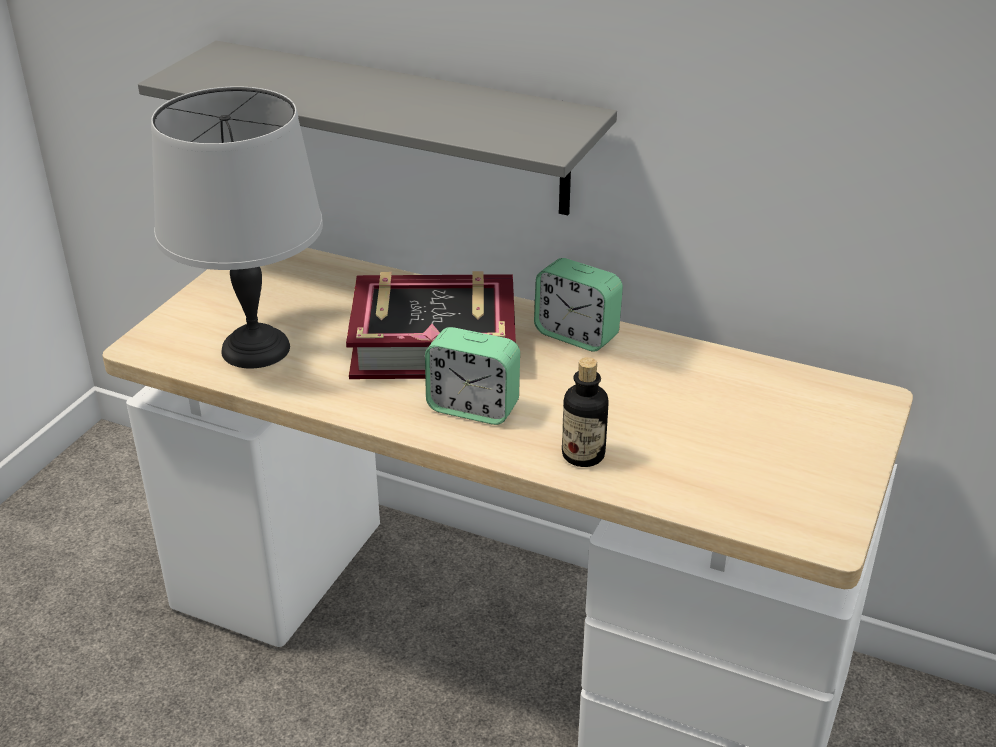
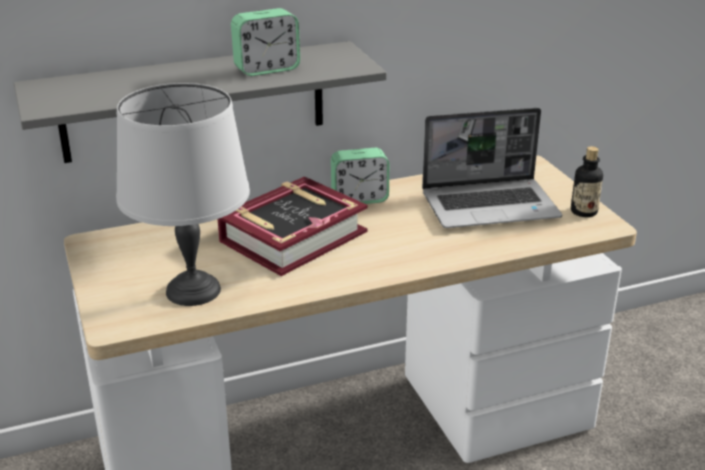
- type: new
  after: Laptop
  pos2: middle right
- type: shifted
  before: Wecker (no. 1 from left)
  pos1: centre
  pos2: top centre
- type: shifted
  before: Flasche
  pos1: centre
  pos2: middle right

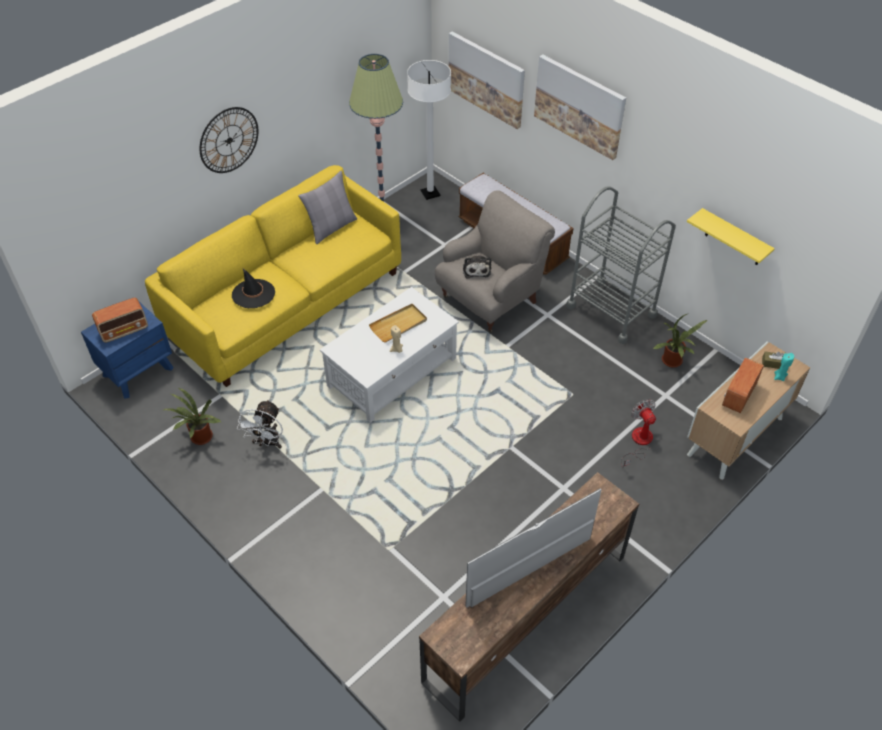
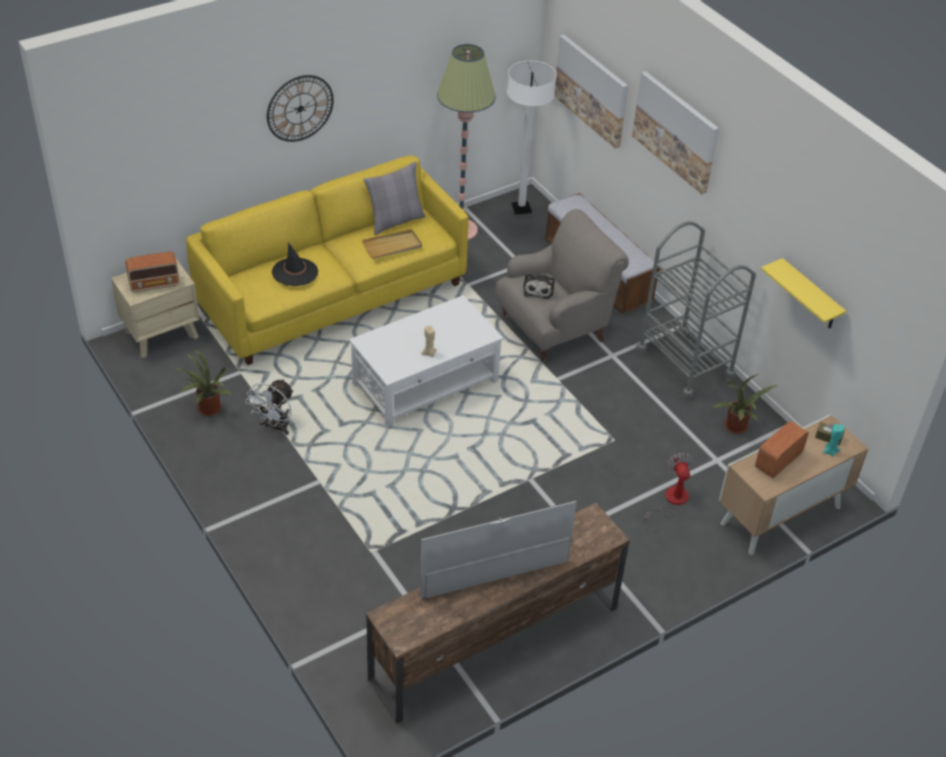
- type: shifted
  before: Tablett [beige]
  pos1: centre
  pos2: top centre
- type: repainted
  before: Nachttisch [blau]
  after: Nachttisch [beige]
  pos1: middle left
  pos2: middle left

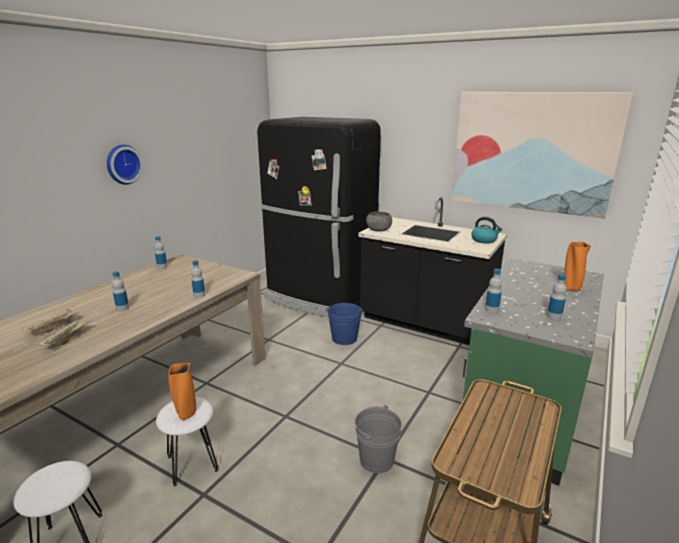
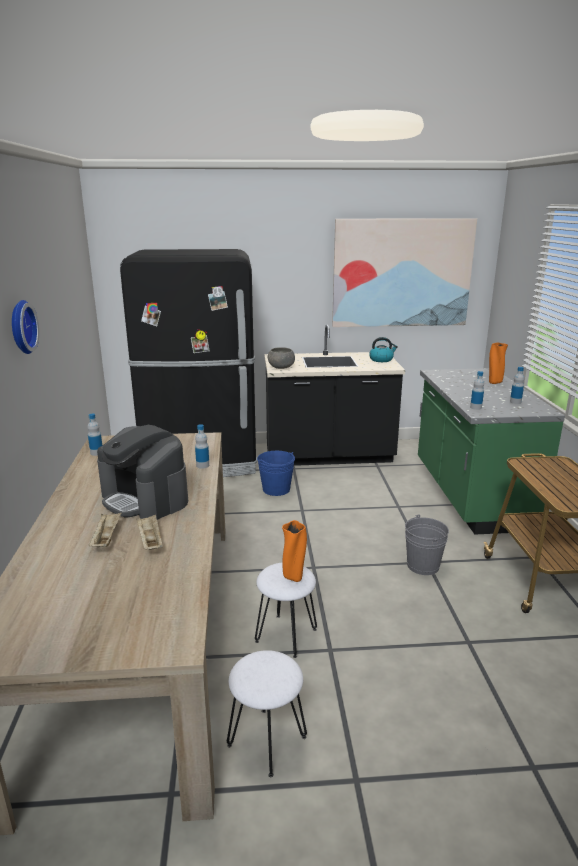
- type: swapped
  before: Flasche (no. 1 from left)
  after: Kaffeemaschine
  pos1: middle left
  pos2: middle left

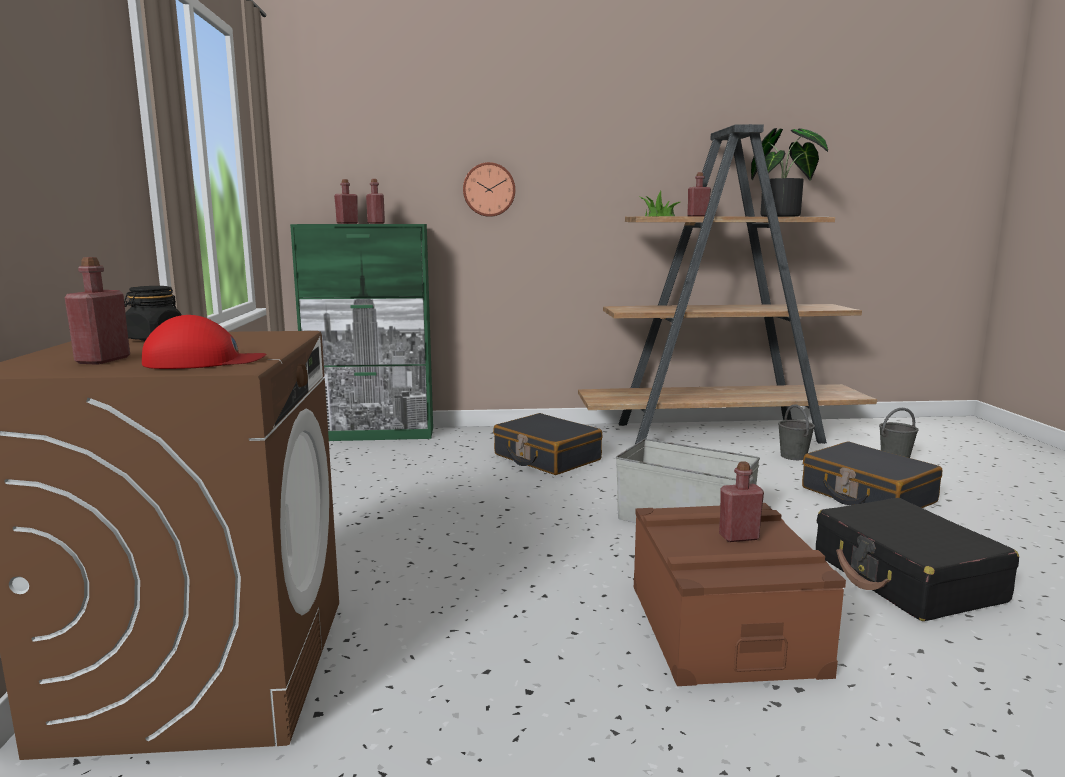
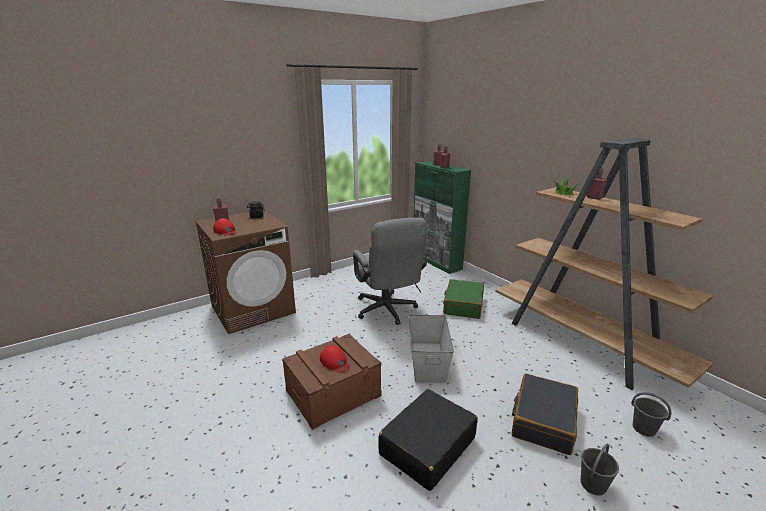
- type: gone
  before: Wanduhr
  pos1: top centre
- type: gone
  before: Topfpflanze (no. 2 from left)
  pos1: top right
- type: new
  after: Bürostuhl [grau]
  pos2: centre
- type: shifted
  before: Eimer [grau] (no. 1 from left)
  pos1: middle right
  pos2: bottom right
- type: swapped
  before: Flasche [rot] (no. 5 from left)
  after: Kappe [rot] (no. 2 from left)
  pos1: middle right
  pos2: bottom centre
- type: repainted
  before: Koffer [schwarz] (no. 1 from left)
  after: Koffer [grün]
  pos1: centre
  pos2: centre

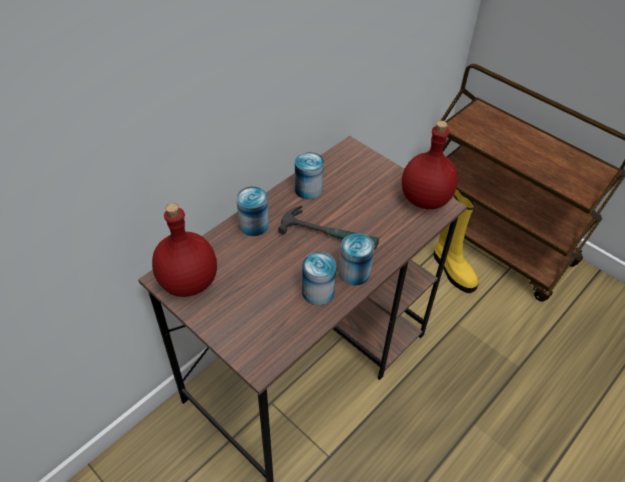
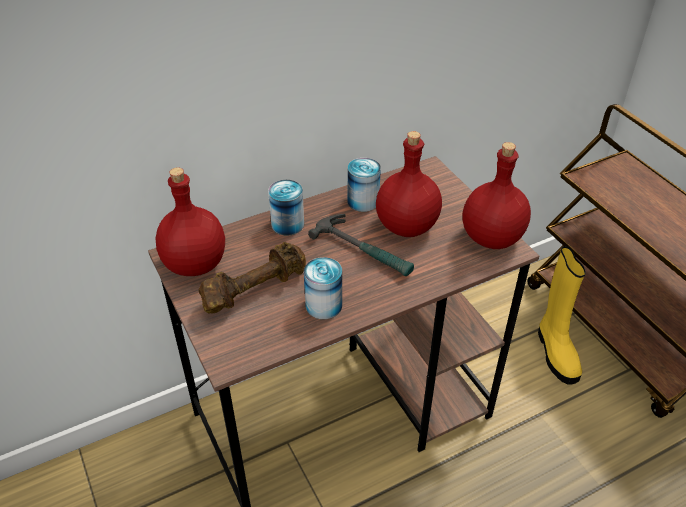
- type: gone
  before: Dose (no. 4 from left)
  pos1: centre
- type: new
  after: Hantel [braun]
  pos2: centre
- type: new
  after: Flasche [rot] (no. 2 from left)
  pos2: centre

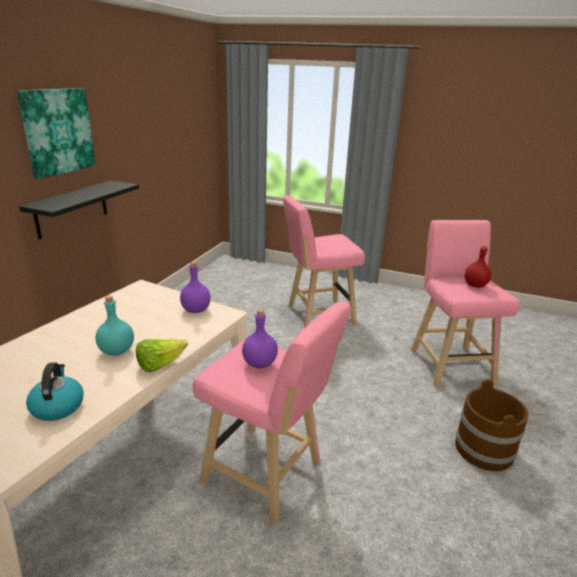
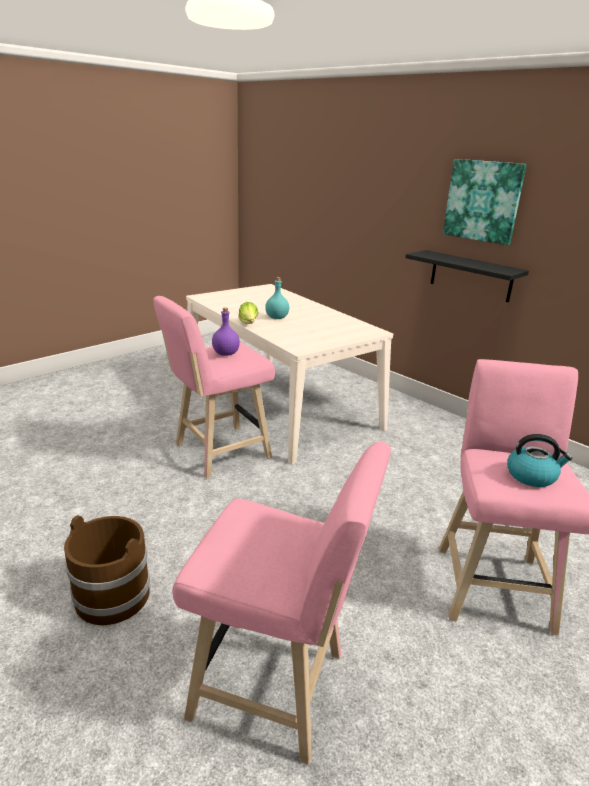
- type: gone
  before: Flasche [lila] (no. 1 from left)
  pos1: centre
- type: gone
  before: Flasche [rot]
  pos1: middle right
- type: shifted
  before: Wasserkessel
  pos1: bottom left
  pos2: middle right

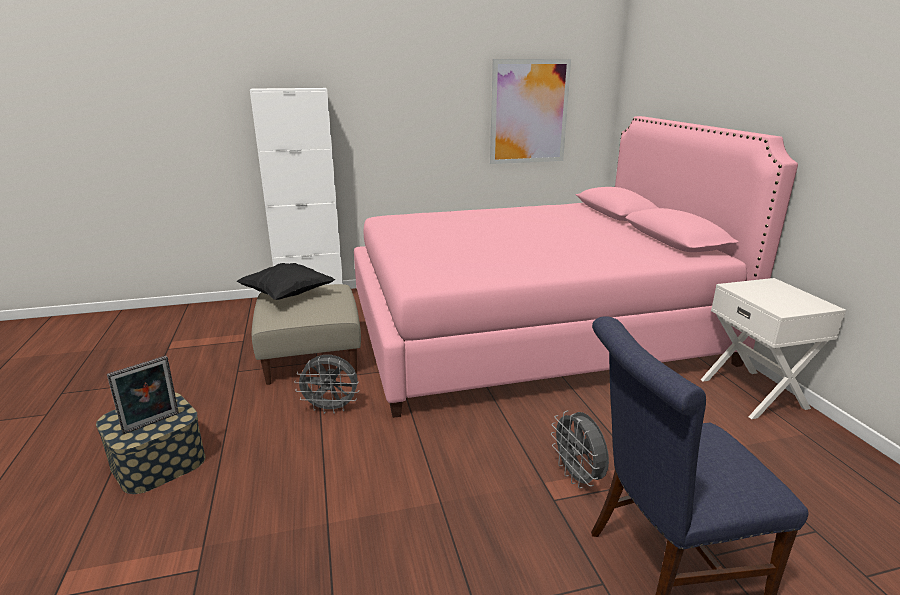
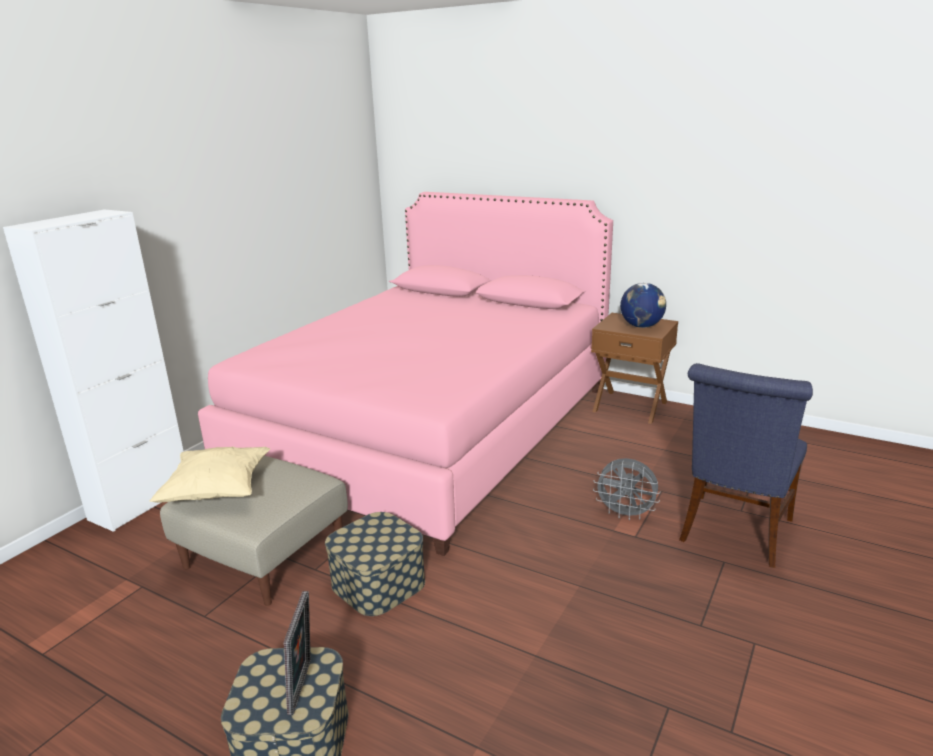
- type: gone
  before: Bild
  pos1: top centre
- type: new
  after: Globus
  pos2: middle right
- type: swapped
  before: Ventilator [grau] (no. 1 from left)
  after: Aufbewahrungsbox (no. 2 from left)
  pos1: centre
  pos2: bottom centre
- type: repainted
  before: Kissen [schwarz]
  after: Kissen [beige]
  pos1: middle left
  pos2: middle left
- type: repainted
  before: Nachttisch [weiß]
  after: Nachttisch [braun]
  pos1: middle right
  pos2: middle right

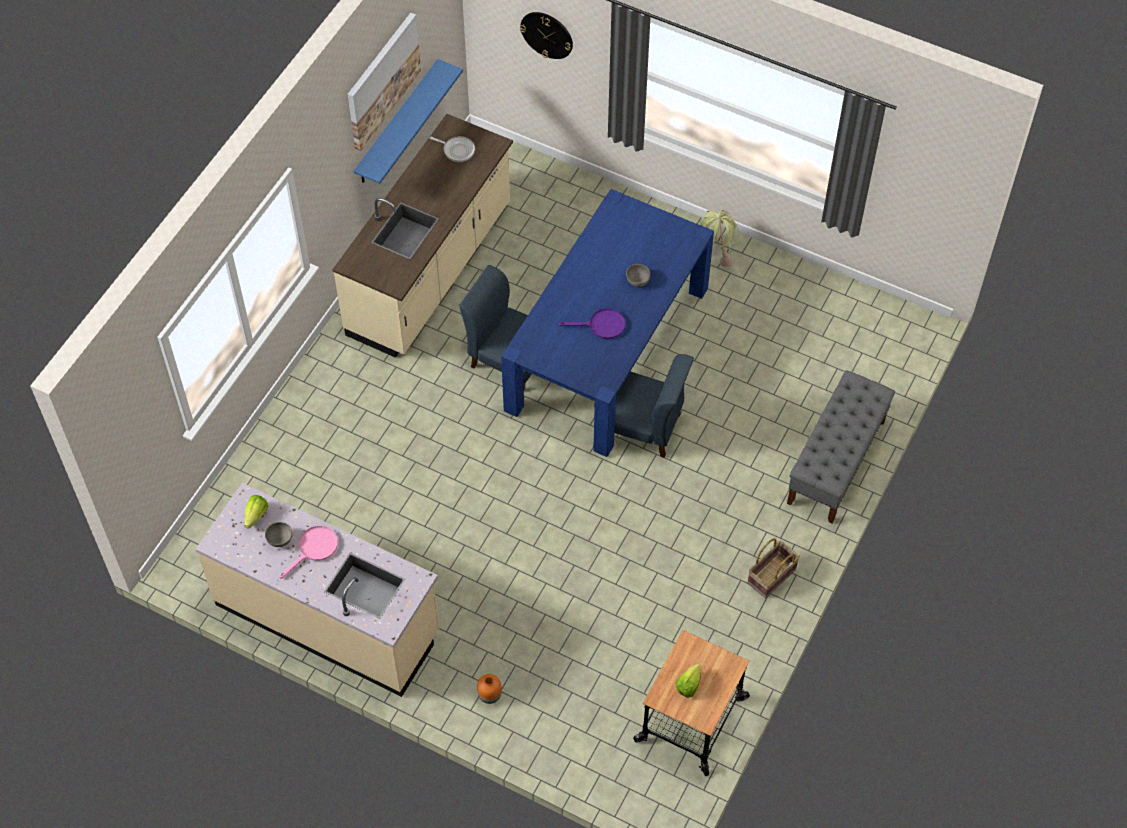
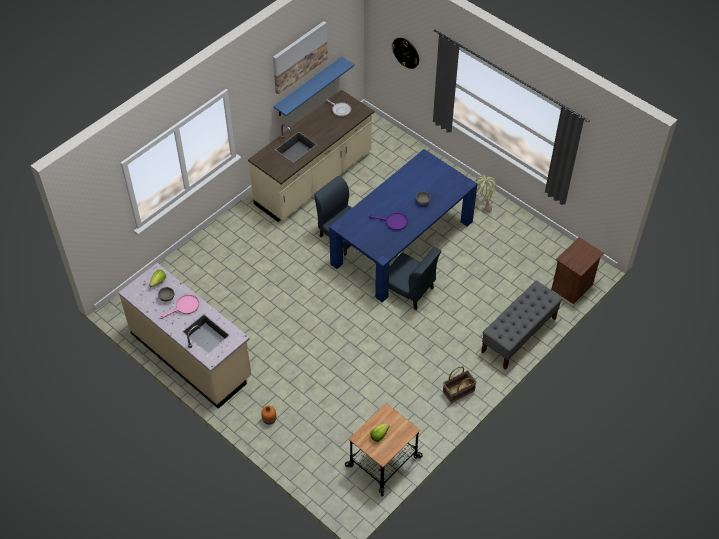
- type: new
  after: Nachttisch [braun]
  pos2: middle right

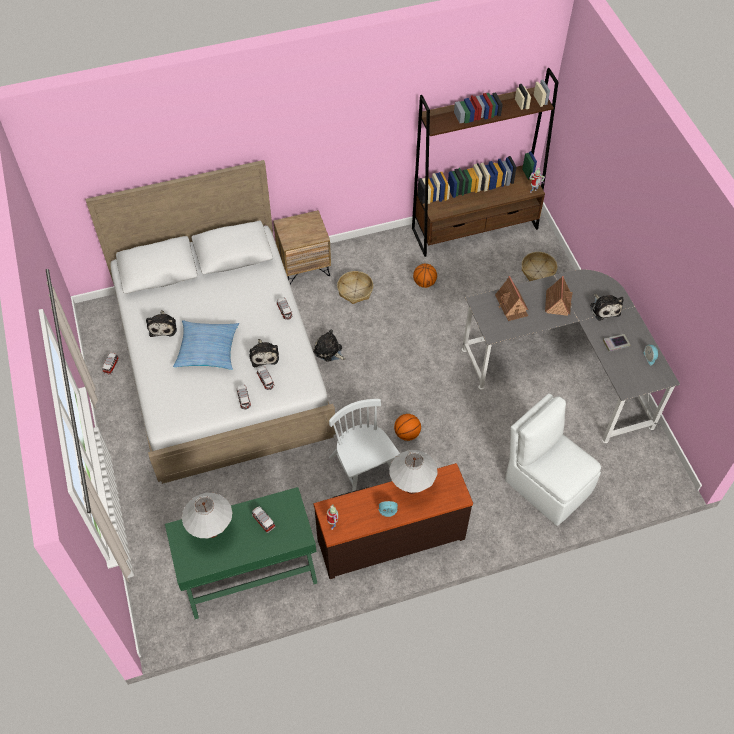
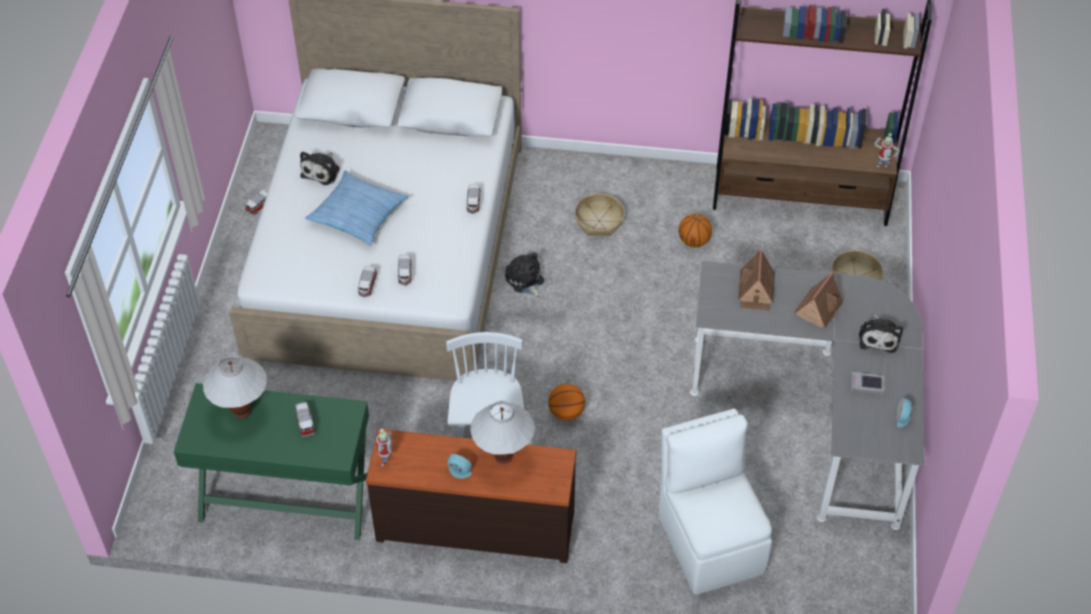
- type: gone
  before: Plüschtier (no. 2 from left)
  pos1: centre
- type: gone
  before: Nachttisch [braun]
  pos1: centre

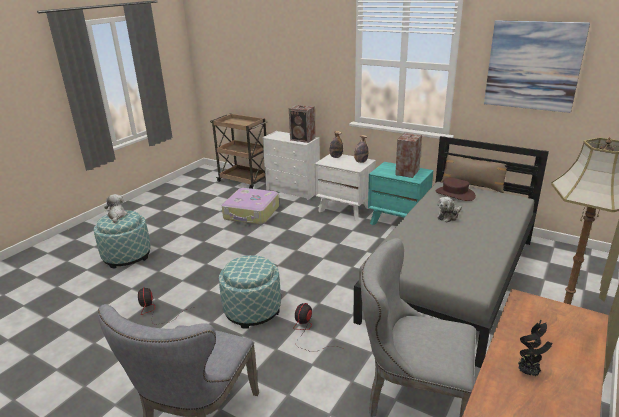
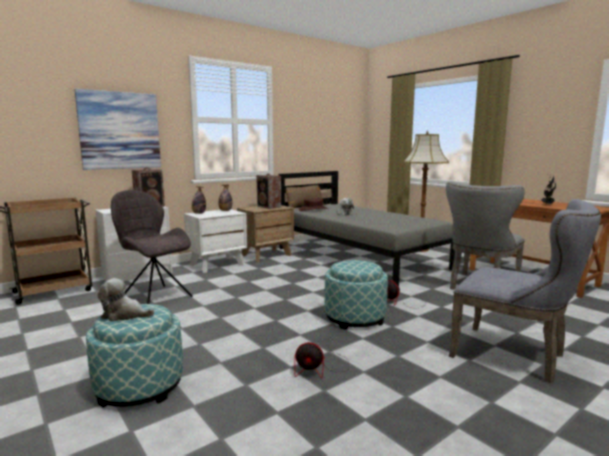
- type: shifted
  before: Bild
  pos1: top right
  pos2: top left
- type: swapped
  before: Koffer
  after: Stuhl [grau] (no. 1 from left)
  pos1: centre
  pos2: middle left
- type: repainted
  before: Nachttisch [türkis]
  after: Nachttisch [braun]
  pos1: centre
  pos2: centre

